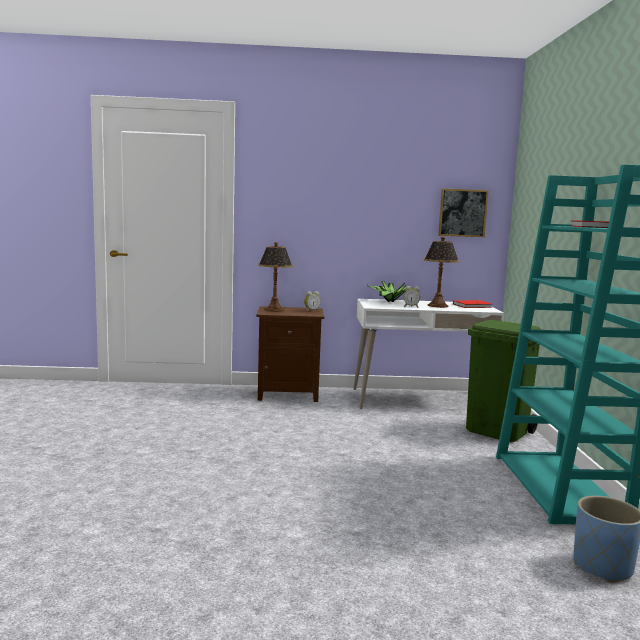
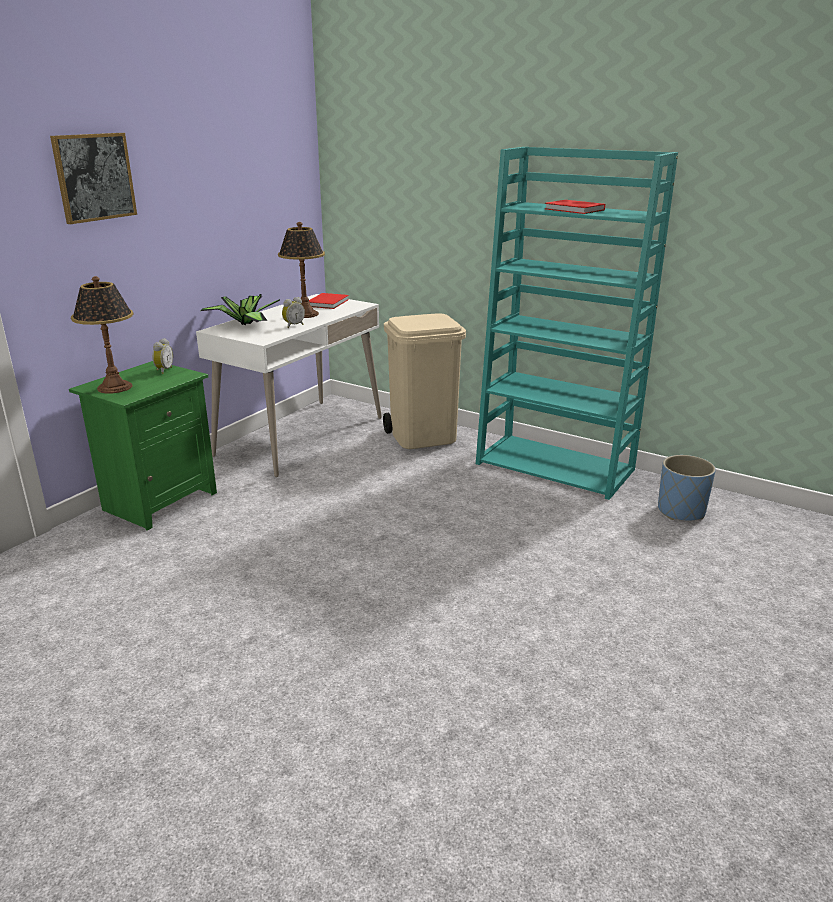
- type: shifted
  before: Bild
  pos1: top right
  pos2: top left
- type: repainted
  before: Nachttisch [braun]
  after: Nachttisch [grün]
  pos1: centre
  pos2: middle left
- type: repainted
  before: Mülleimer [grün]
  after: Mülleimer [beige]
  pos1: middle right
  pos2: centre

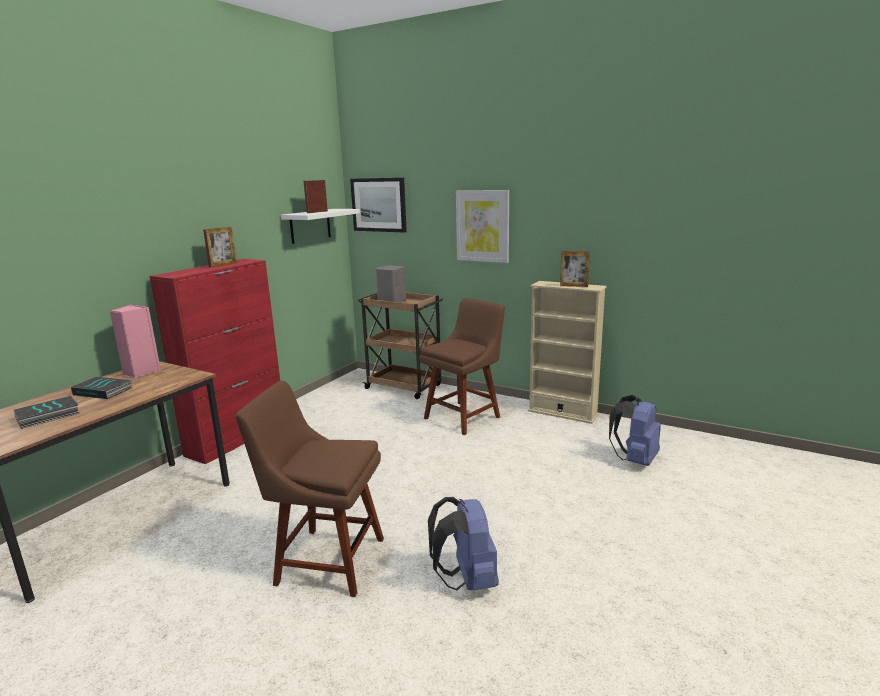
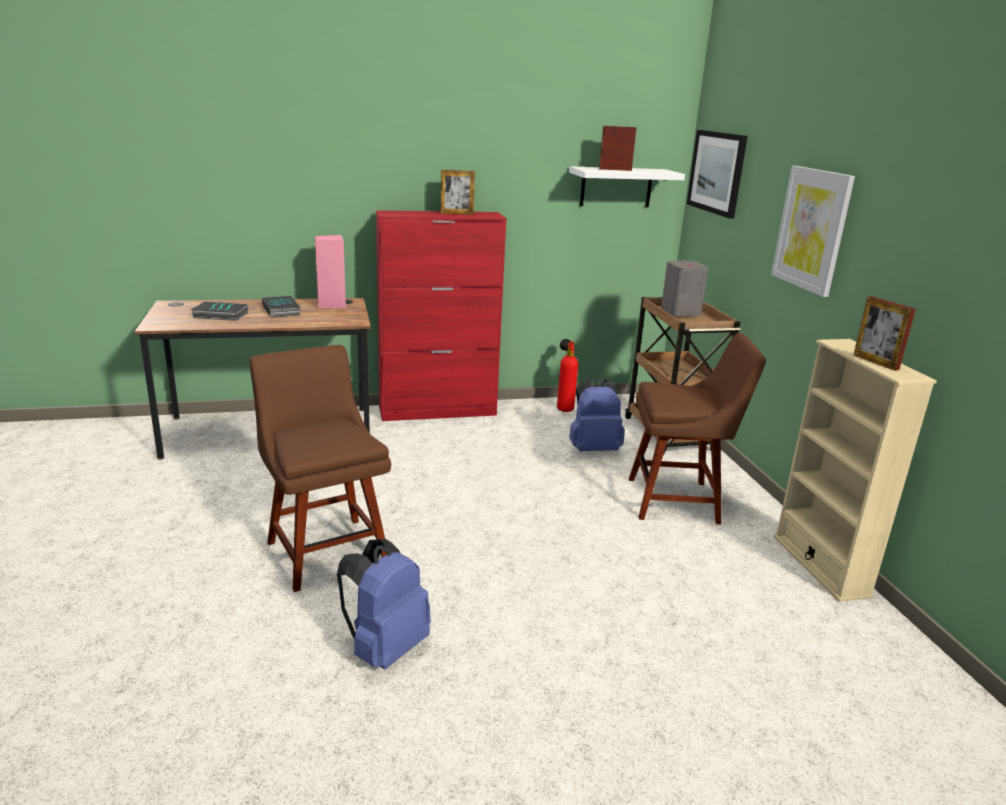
- type: new
  after: Feuerlöscher
  pos2: centre
- type: shifted
  before: Rucksack [blau] (no. 2 from left)
  pos1: middle right
  pos2: centre

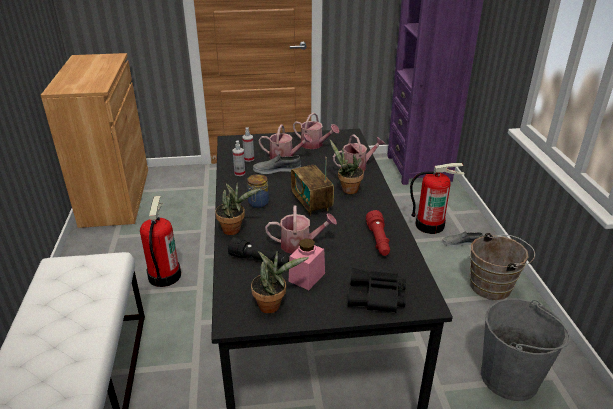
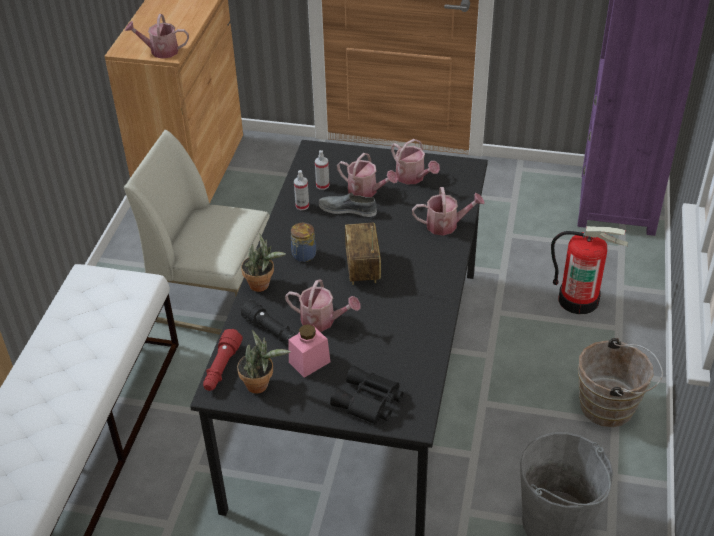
- type: gone
  before: Topfpflanze (no. 3 from left)
  pos1: centre
- type: gone
  before: Schuh [grau] (no. 2 from left)
  pos1: middle right
- type: new
  after: Gießkanne (no. 1 from left)
  pos2: top left
- type: shifted
  before: Taschenlampe [rot]
  pos1: centre
  pos2: bottom left
- type: swapped
  before: Feuerlöscher (no. 1 from left)
  after: Stuhl [weiß]
  pos1: middle left
  pos2: middle left

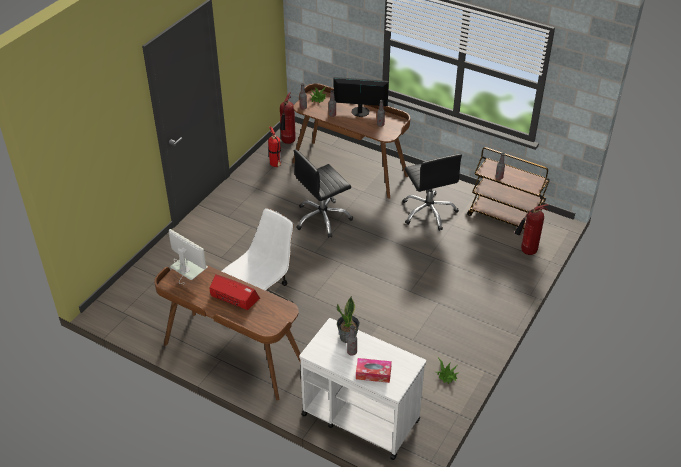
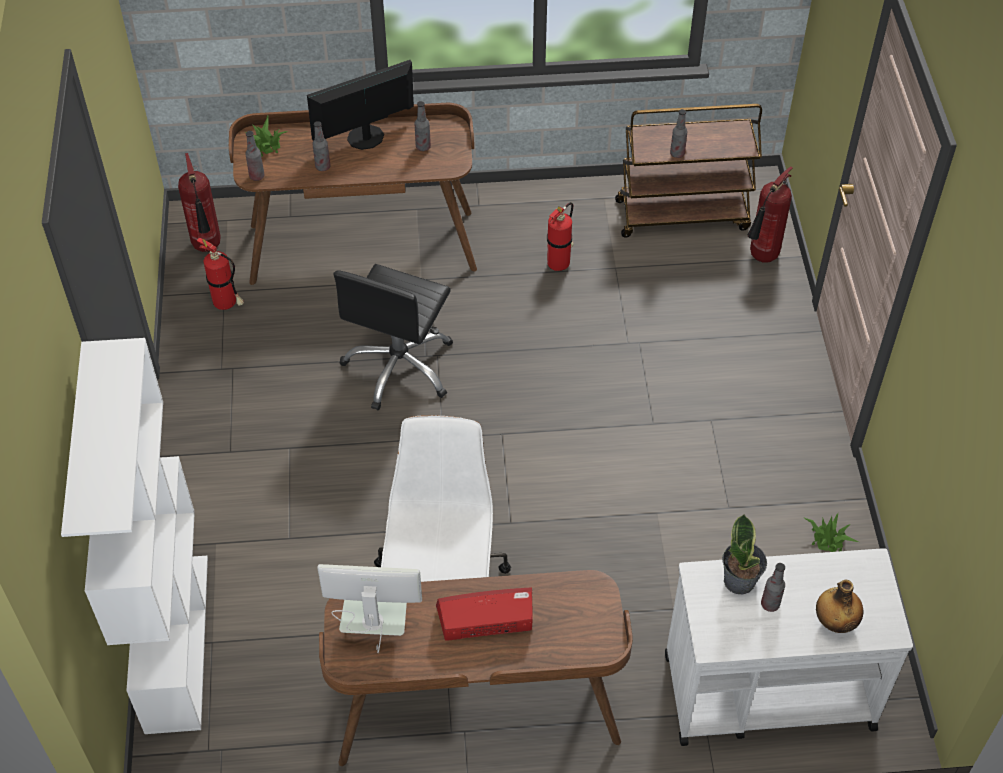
- type: new
  after: Bücherregal [weiß]
  pos2: bottom left
- type: swapped
  before: Taschentuchbox
  after: Flasche (no. 6 from left)
  pos1: bottom centre
  pos2: bottom right
- type: swapped
  before: Bürostuhl [schwarz] (no. 2 from left)
  after: Feuerlöscher (no. 3 from left)
  pos1: centre
  pos2: top centre

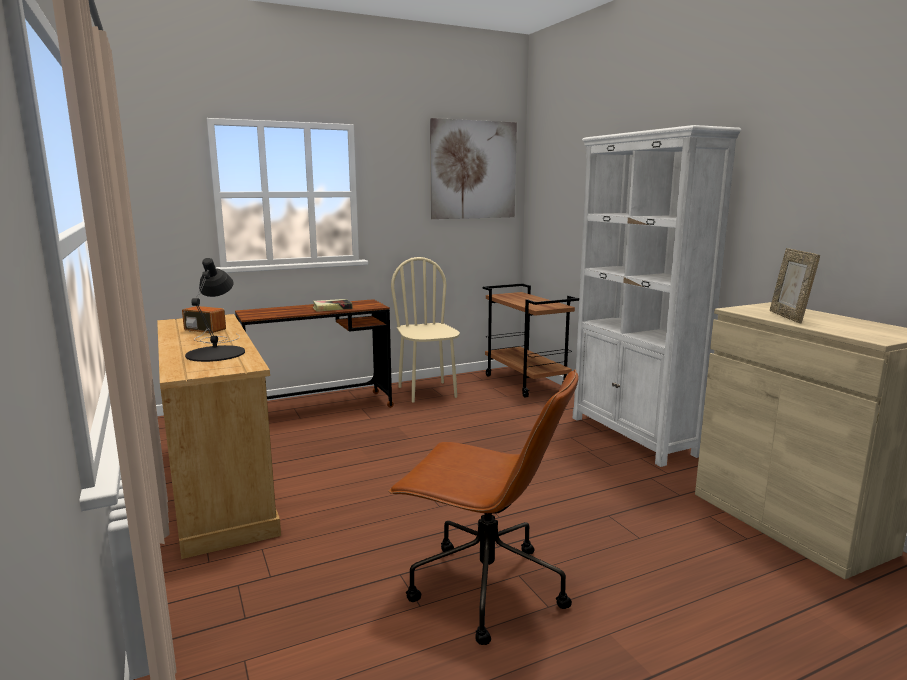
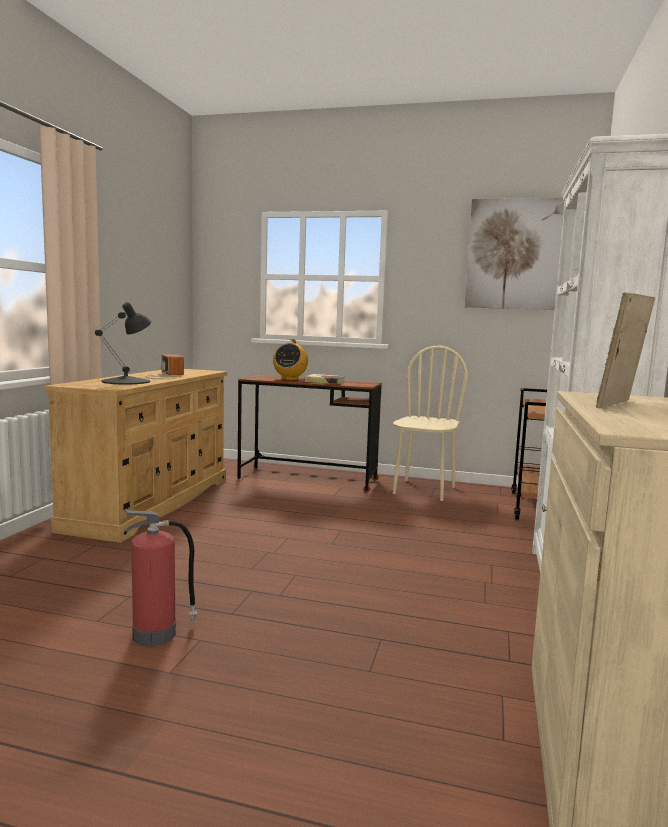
- type: new
  after: Radio (no. 2 from left)
  pos2: centre
- type: swapped
  before: Bürostuhl [braun]
  after: Feuerlöscher
  pos1: bottom centre
  pos2: bottom left

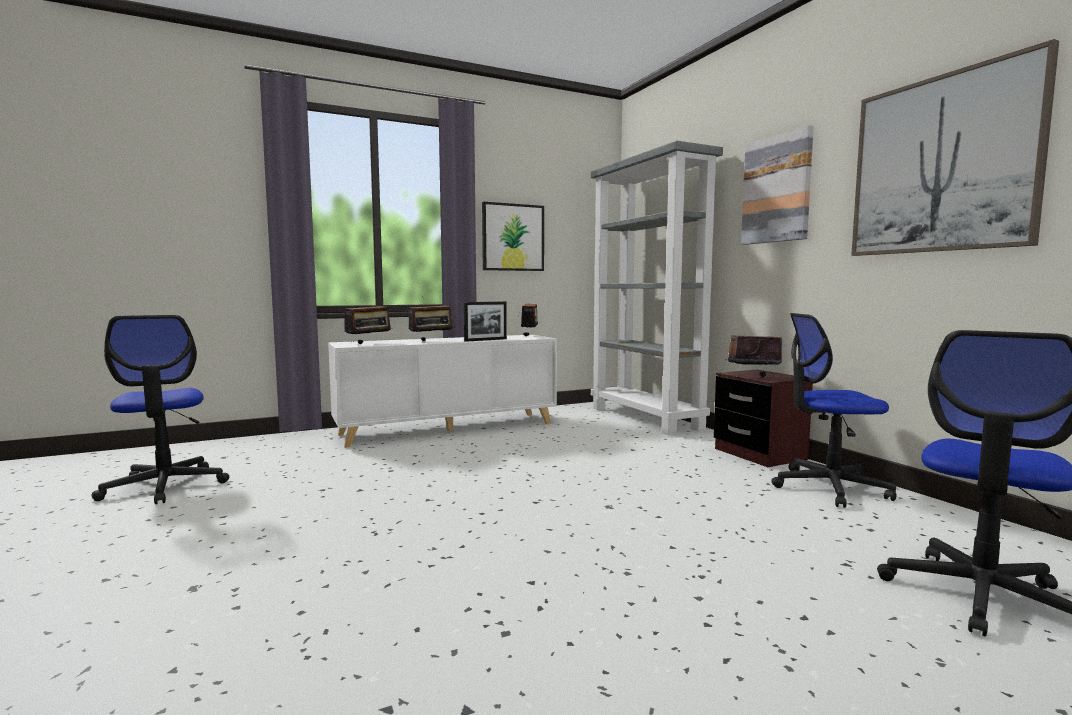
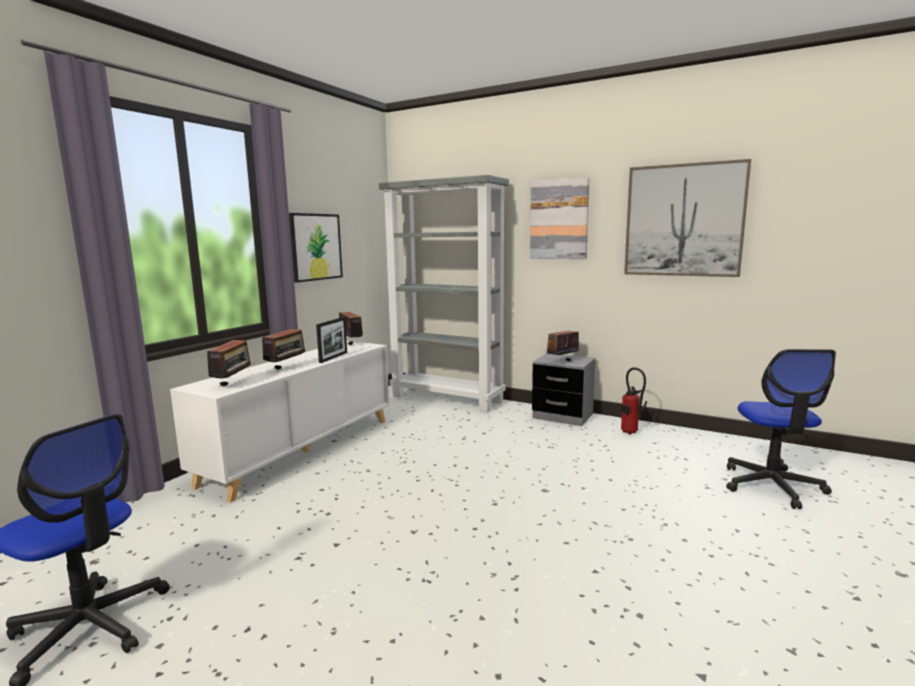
- type: swapped
  before: Bürostuhl (no. 2 from left)
  after: Feuerlöscher
  pos1: middle right
  pos2: middle right
- type: repainted
  before: Nachttisch [braun]
  after: Nachttisch [grau]
  pos1: middle right
  pos2: centre

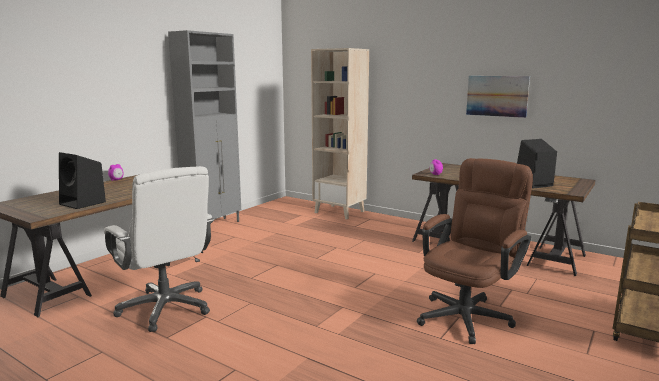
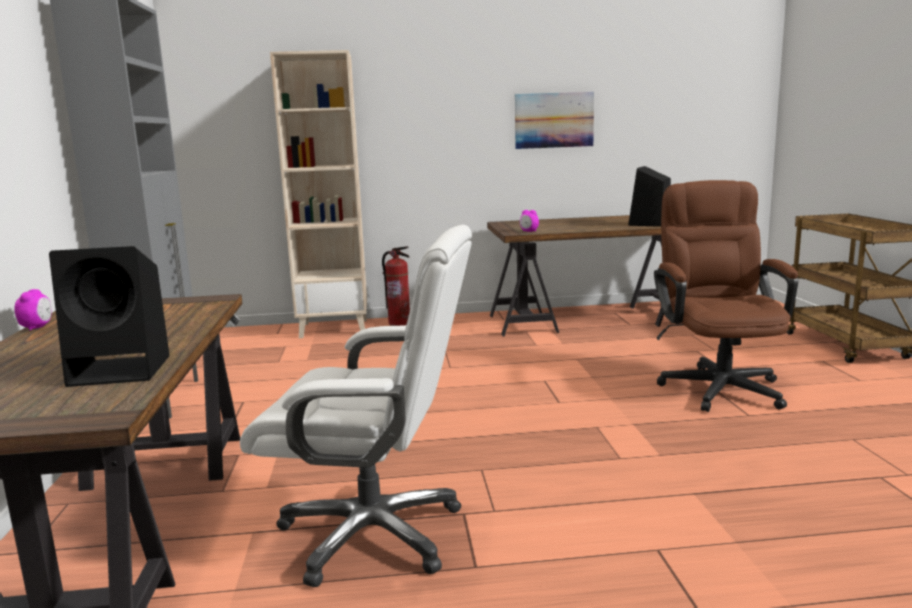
- type: new
  after: Feuerlöscher
  pos2: centre

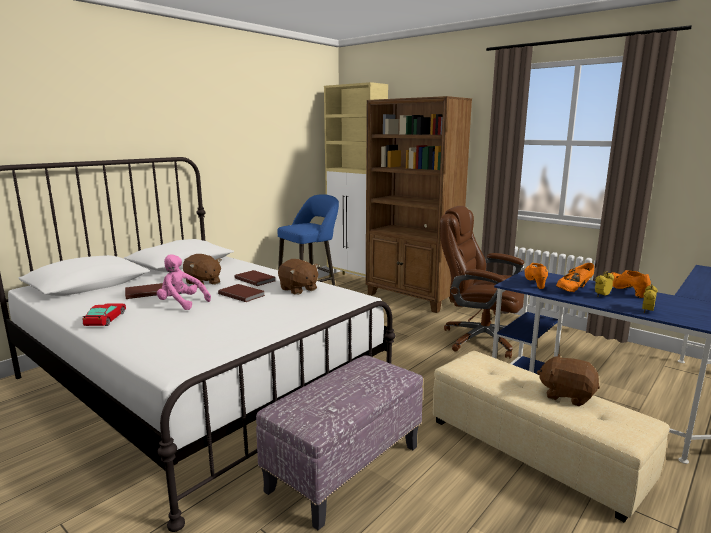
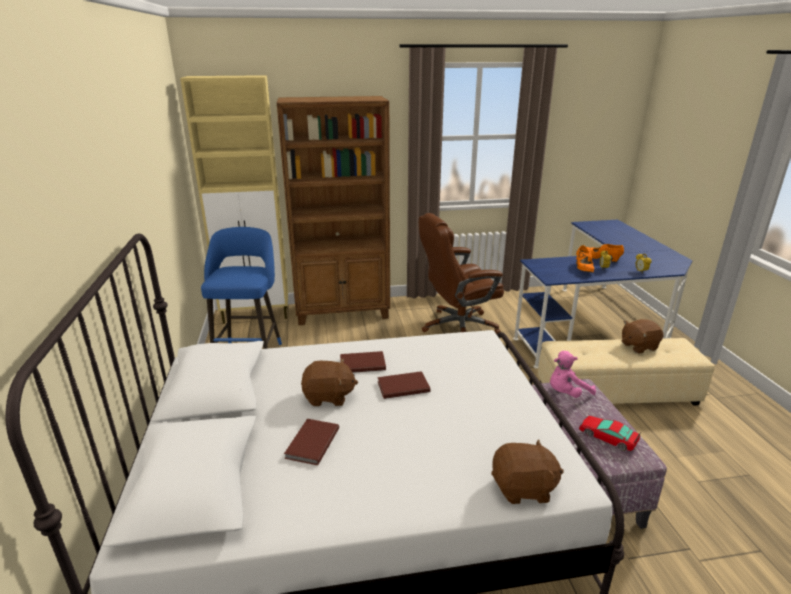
- type: gone
  before: Schuh [orange] (no. 1 from left)
  pos1: middle right
- type: shifted
  before: Spielzeugauto
  pos1: middle left
  pos2: bottom right
- type: shifted
  before: Plüschtier [rosa]
  pos1: middle left
  pos2: middle right
- type: shifted
  before: Plüschtier [braun] (no. 2 from left)
  pos1: centre
  pos2: bottom centre

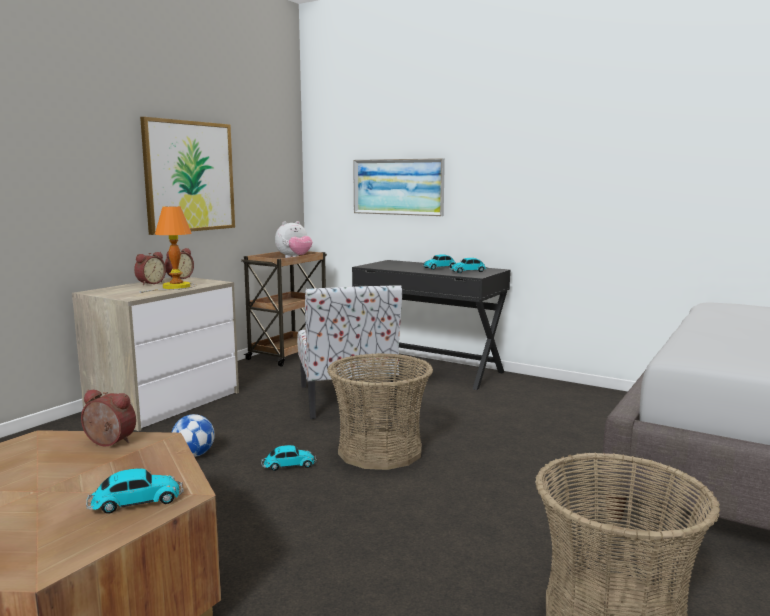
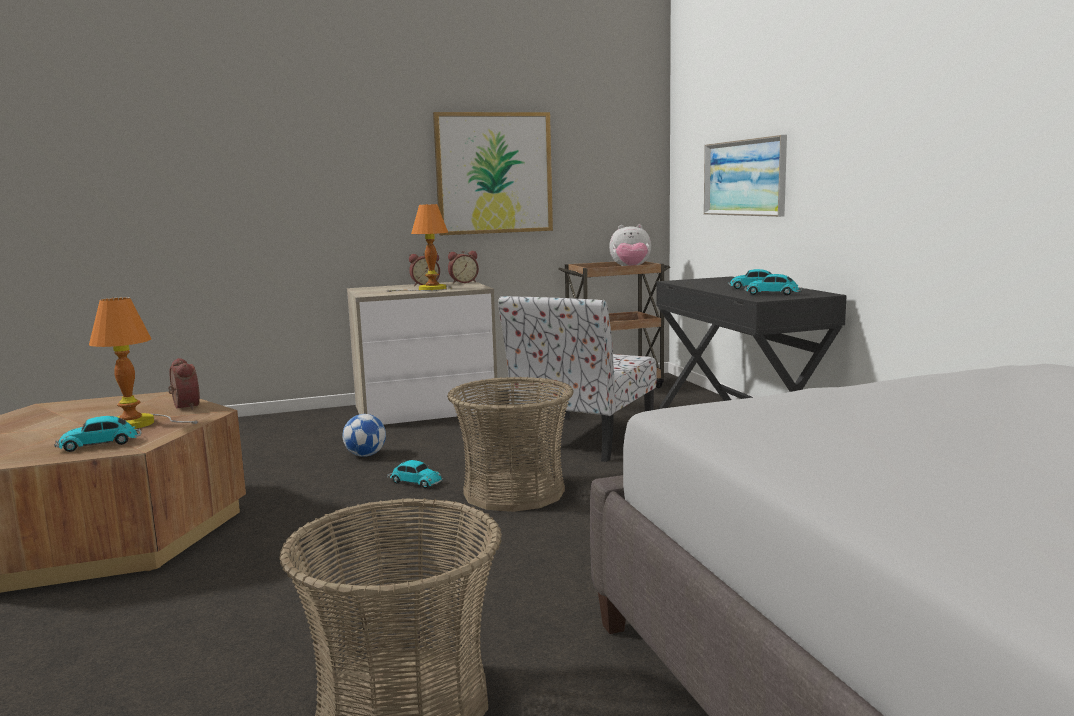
- type: new
  after: Tischlampe (no. 1 from left)
  pos2: middle left
- type: rotated
  before: Spielzeugauto (no. 1 from left)
  pos1: bottom left
  pos2: middle left
  turn: 135

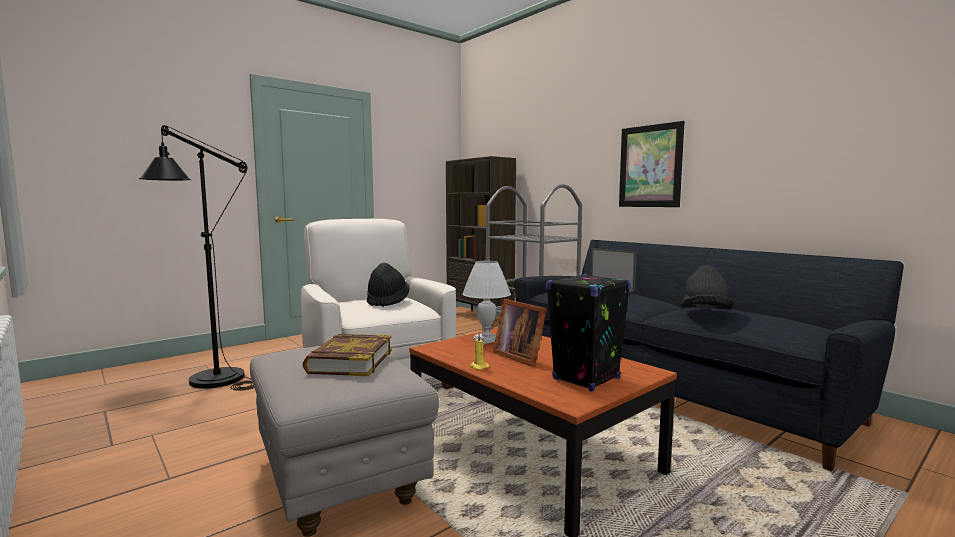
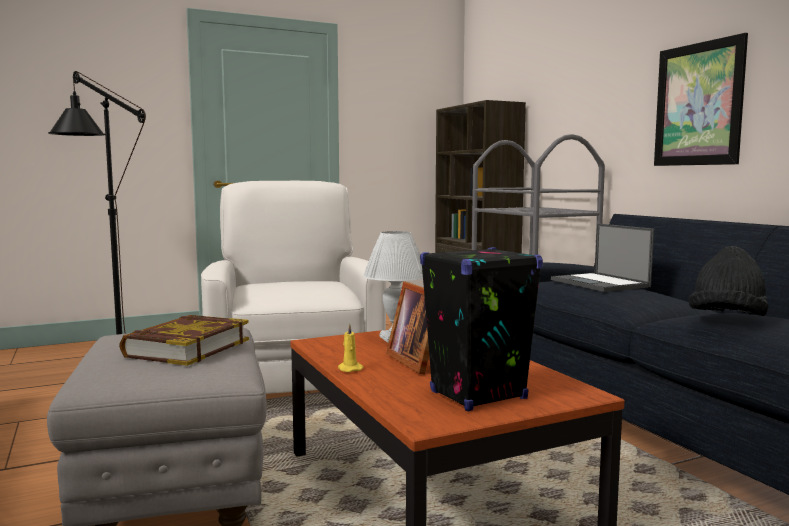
- type: gone
  before: Hut [schwarz] (no. 1 from left)
  pos1: centre

